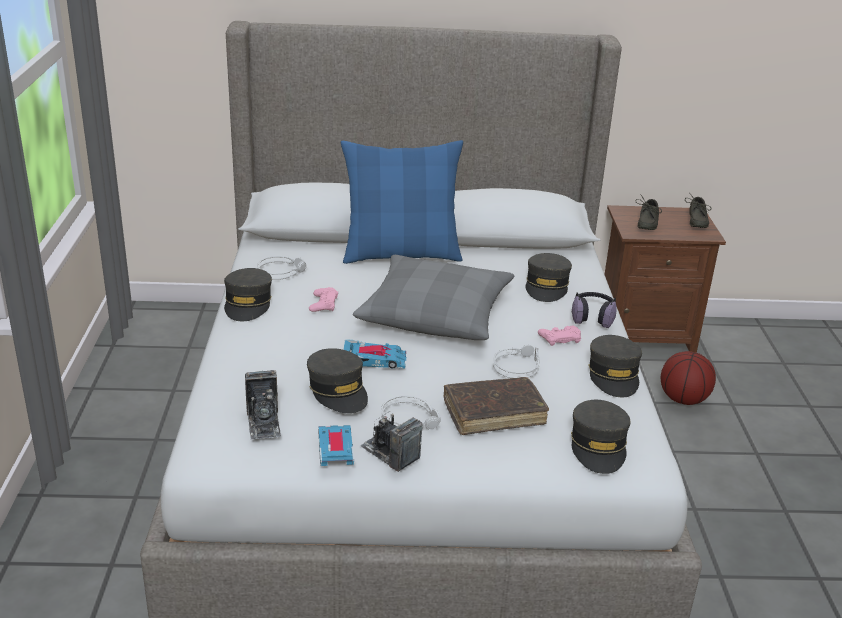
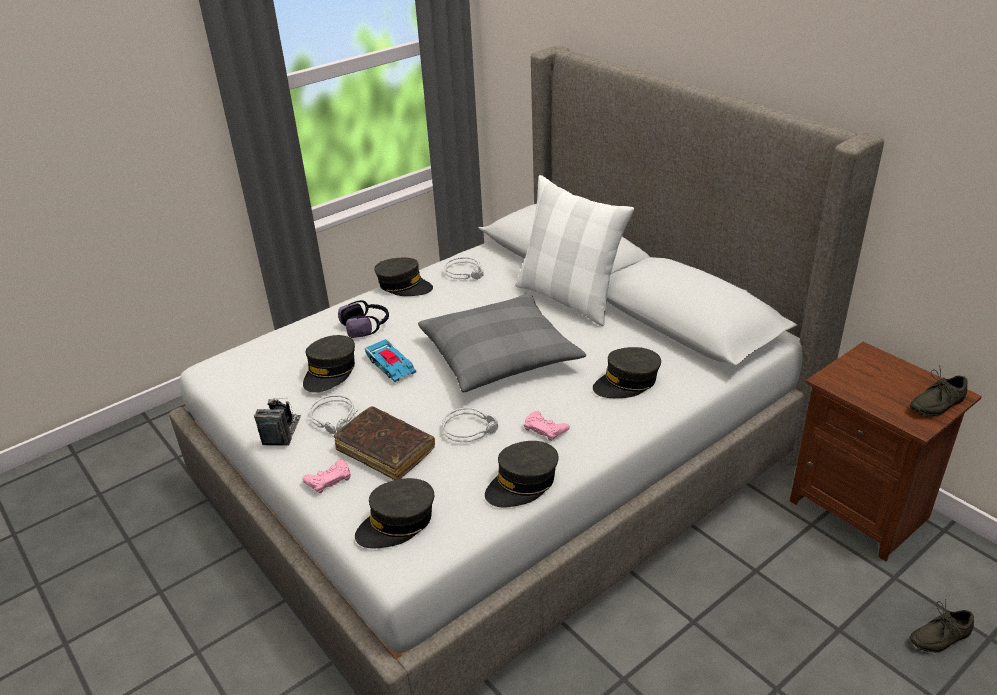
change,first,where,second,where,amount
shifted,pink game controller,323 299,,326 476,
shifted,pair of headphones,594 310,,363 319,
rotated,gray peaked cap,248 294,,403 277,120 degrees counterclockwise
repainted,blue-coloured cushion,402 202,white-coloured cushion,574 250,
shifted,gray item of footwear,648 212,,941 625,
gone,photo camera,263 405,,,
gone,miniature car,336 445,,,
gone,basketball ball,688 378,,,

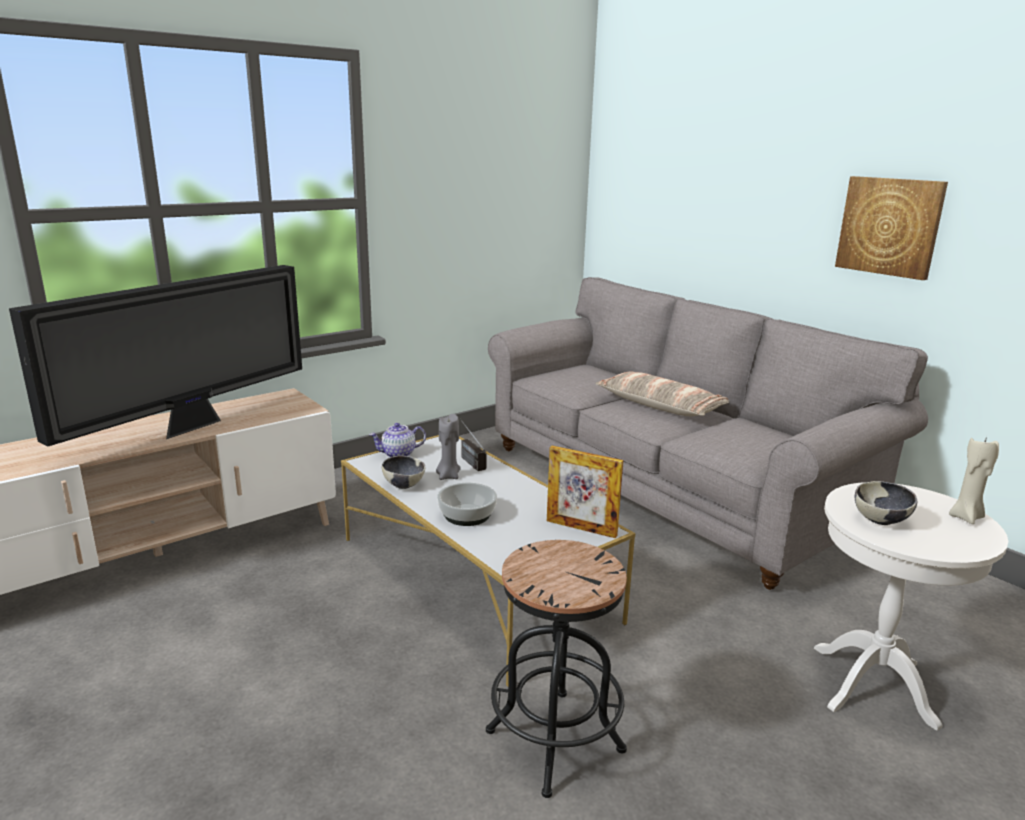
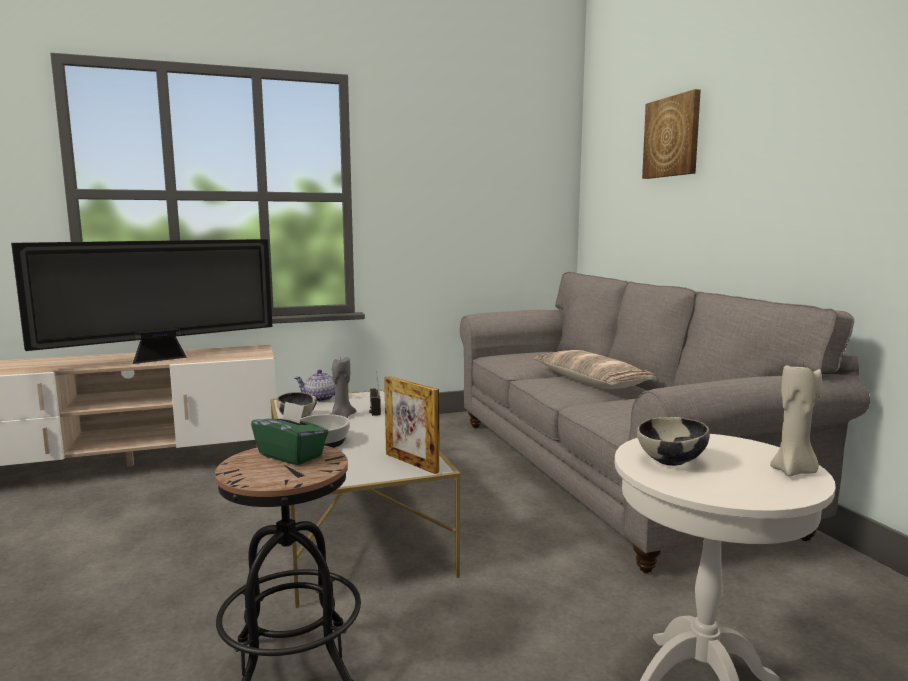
change,first,where,second,where,amount
new,,,green tissue holder,290 433,
shifted,wall art,891 228,,671 134,

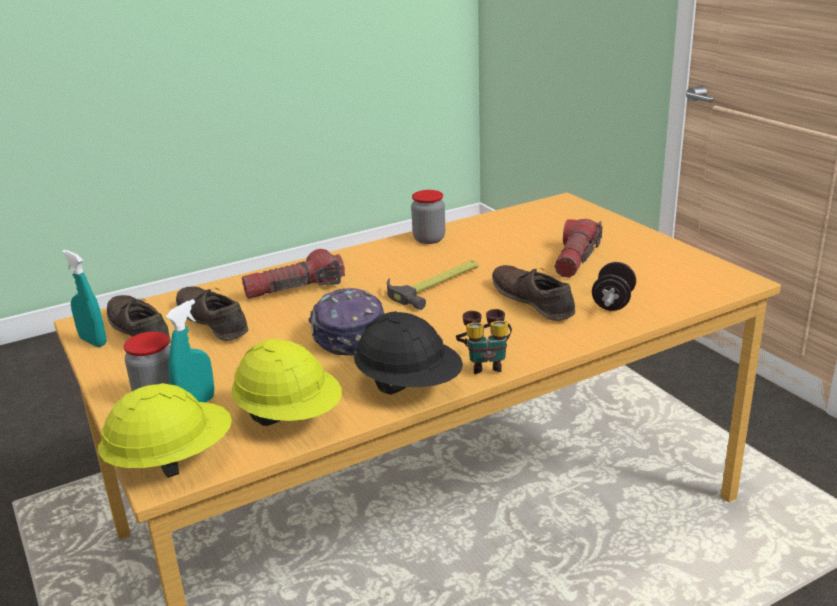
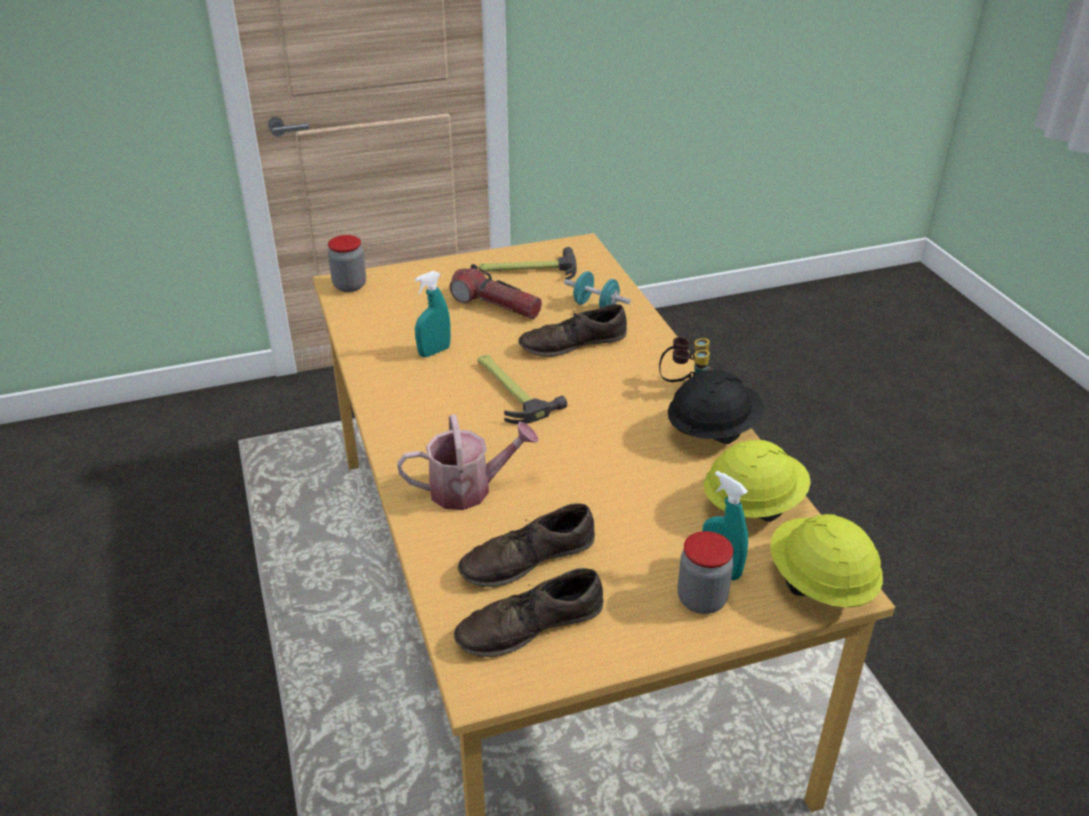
change,first,where,second,where,amount
shifted,storage jar,428 217,,347 263,
swapped,torch,293 274,watering can,468 462,
shifted,blue-green hand sprayer,84 298,,433 314,
new,,,tool hammer,528 263,
repainted,blackish dumbbell,614 286,blue-green dumbbell,597 289,
gone,peaked cap,346 321,,,

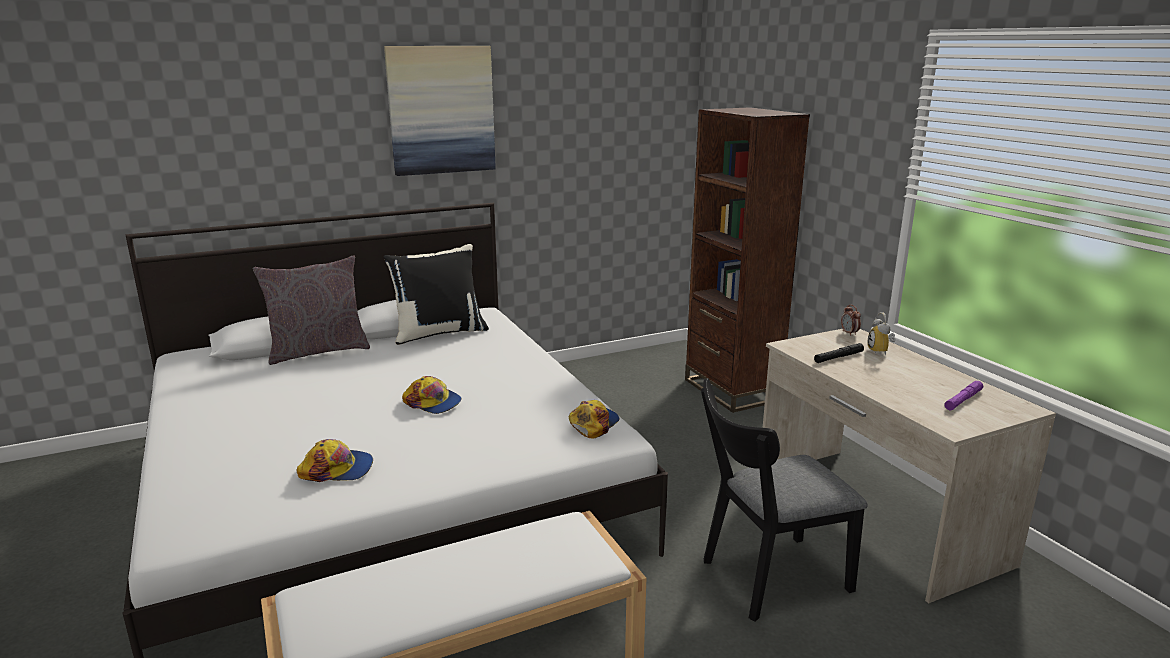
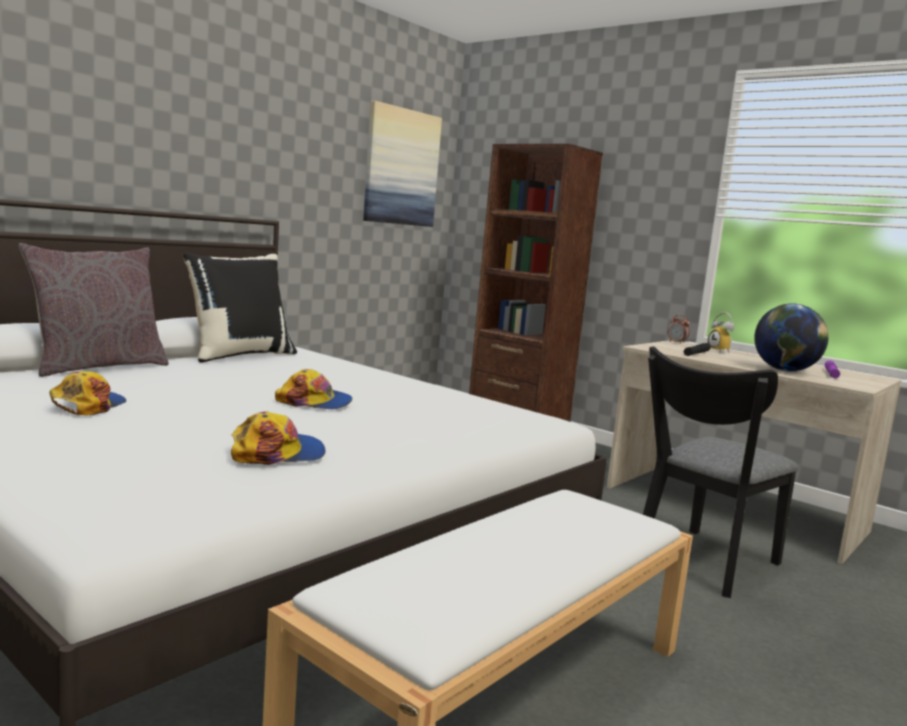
change,first,where,second,where,amount
shifted,peaked cap,594 419,,87 393,
shifted,wall art,440 111,,402 164,
new,,,desk globe,791 338,

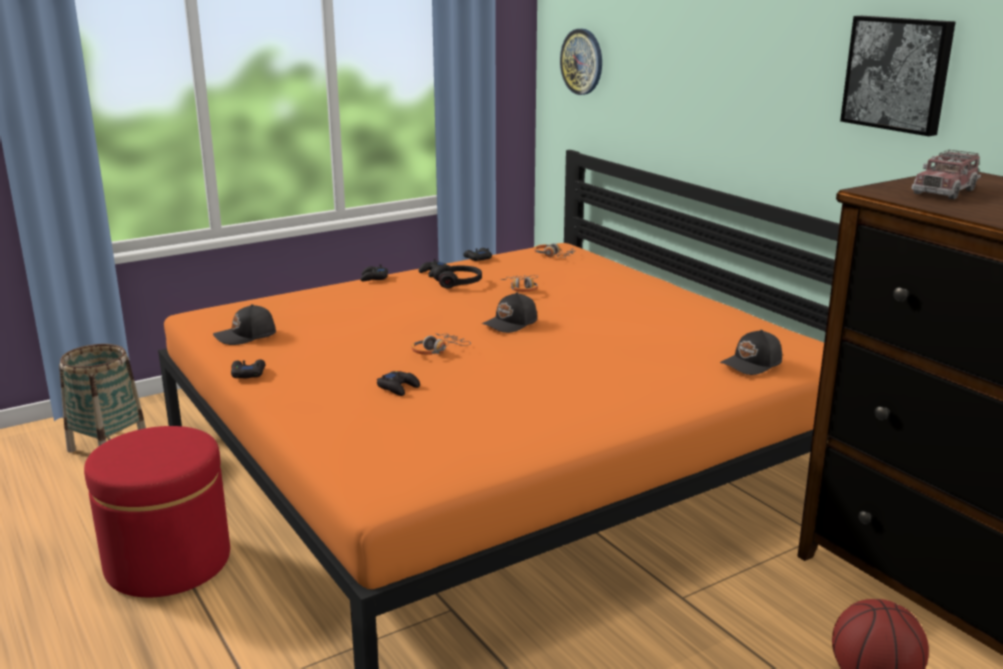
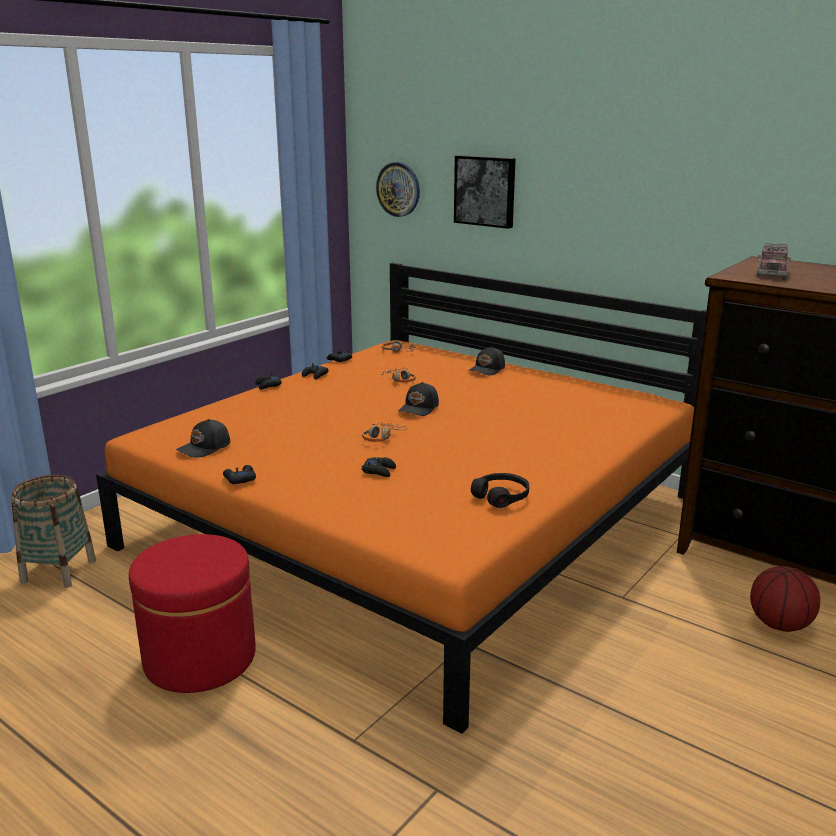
change,first,where,second,where,amount
shifted,wall art,897 76,,485 192,
shifted,blackish peaked cap,751 352,,487 360,
shifted,blackish pair of headphones,457 276,,500 490,

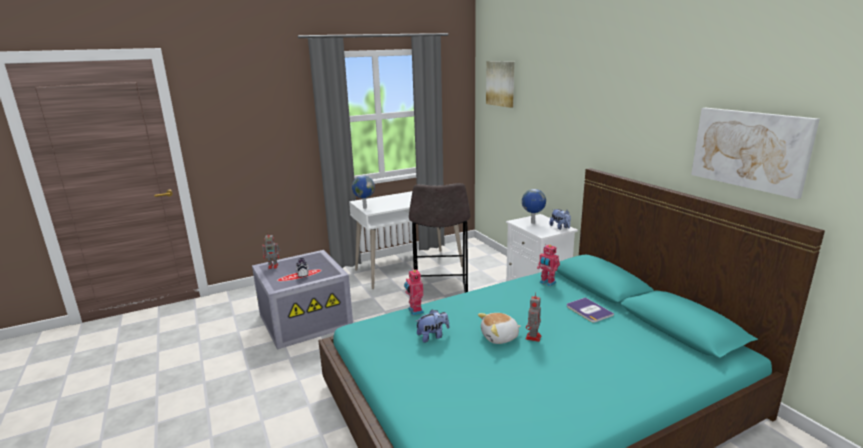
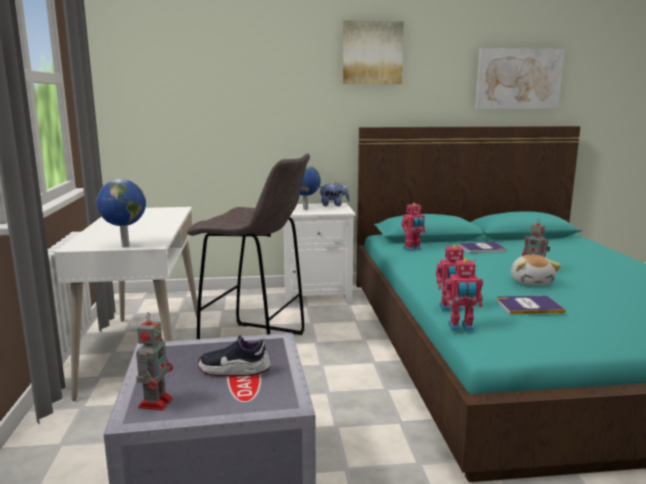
change,first,where,second,where,amount
shifted,wall art,500 84,,373 52,
new,,,robot figure,463 295,
swapped,cuddly toy,432 326,bound book,531 305,

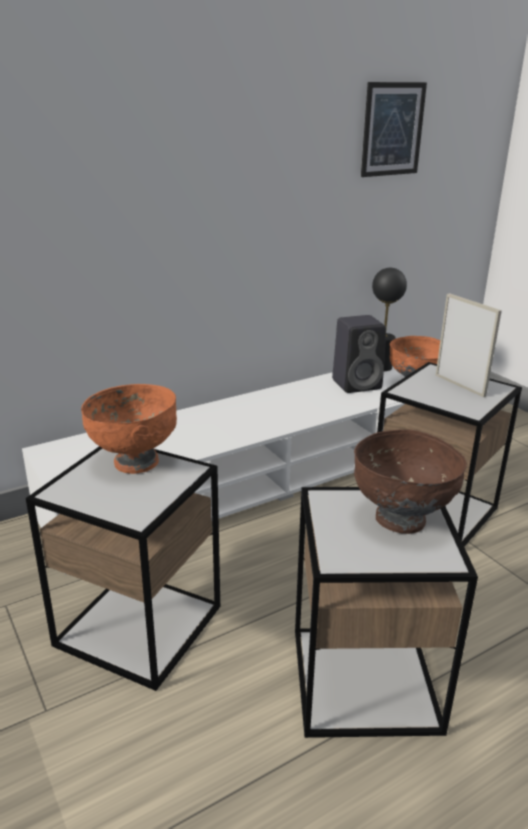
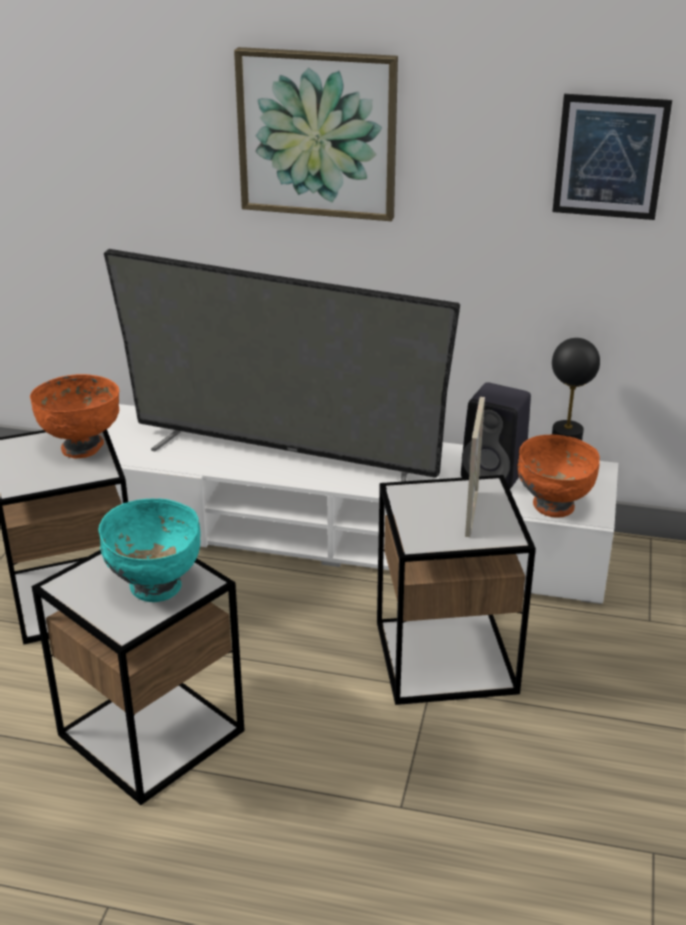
change,first,where,second,where,amount
repainted,brown deep dish,410 481,blue-green deep dish,149 550,
new,,,TV,282 365,
new,,,wall art,316 134,

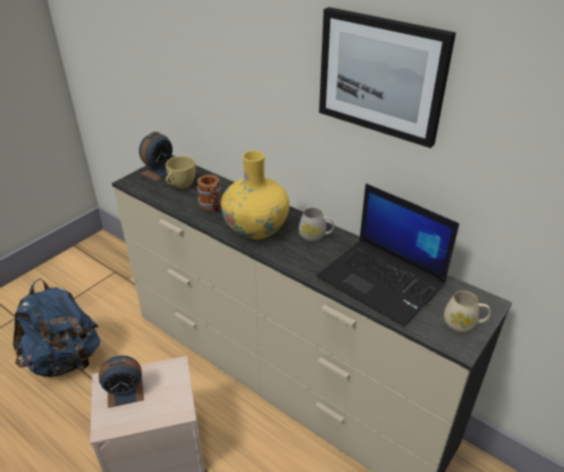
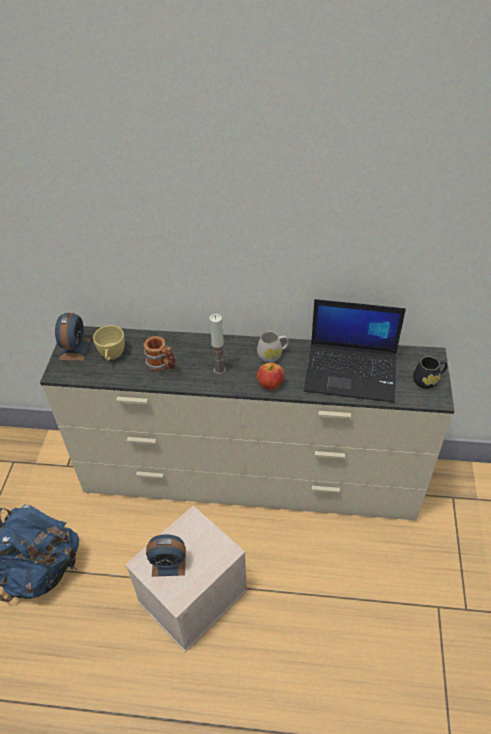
change,first,where,second,where,amount
rotated,table clock,121 382,,166 555,45 degrees clockwise
swapped,yellowish decorative vase,255 195,wax light,217 344,
new,,,apple,271 376,
repainted,beige-coloured mug,467 311,blackish mug,430 373,
gone,wall art,387 77,,,

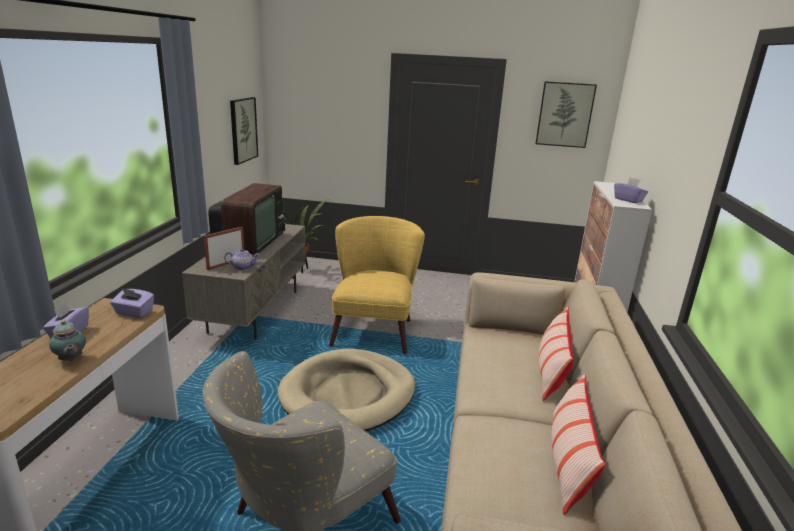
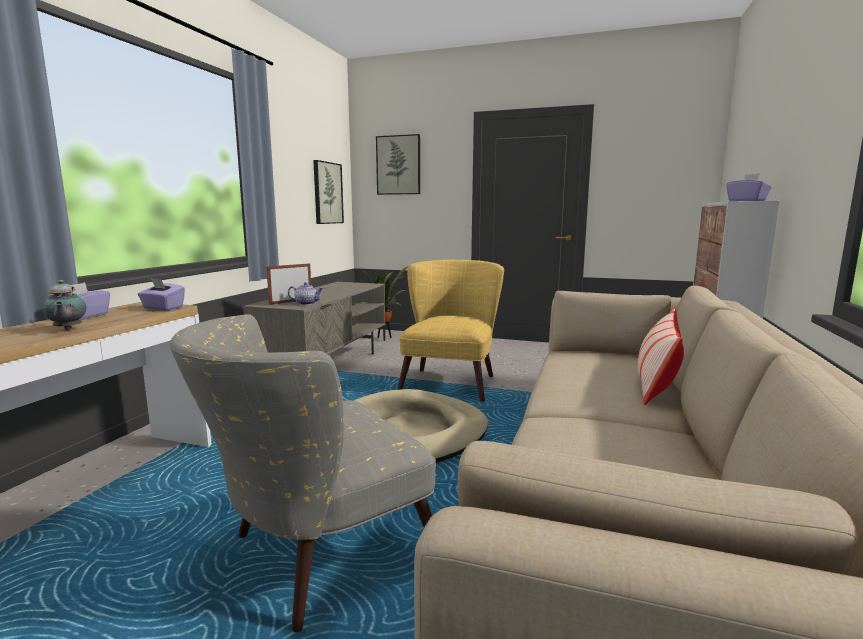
change,first,where,second,where,amount
shifted,wall art,566 114,,398 164,
gone,TV,247 218,,,
gone,cushion,578 444,,,

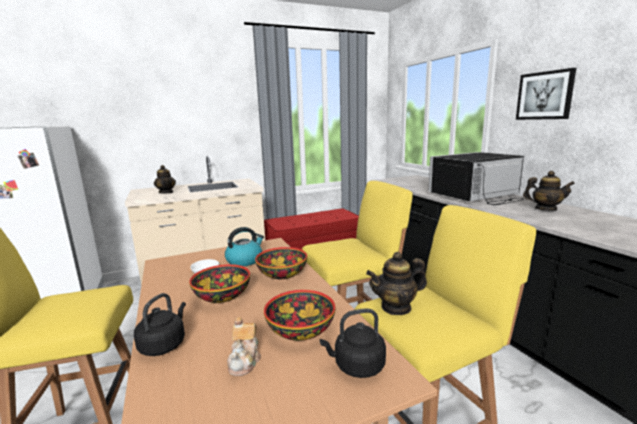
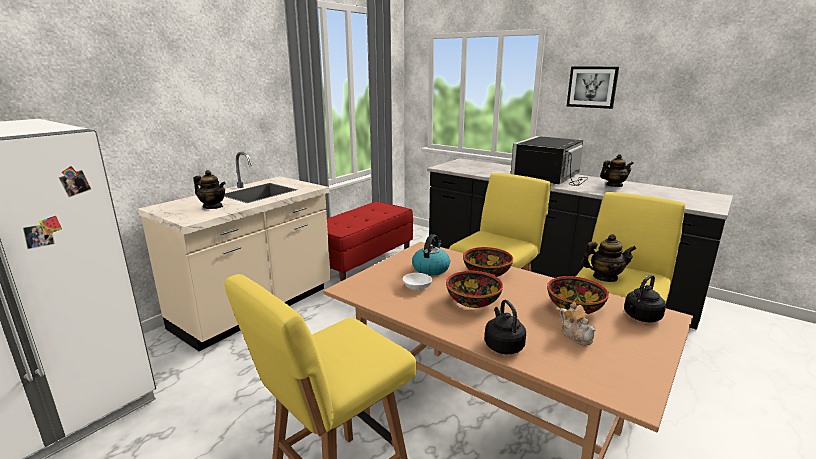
change,first,where,second,where,amount
rotated,teapot,396 283,,608 258,135 degrees counterclockwise

